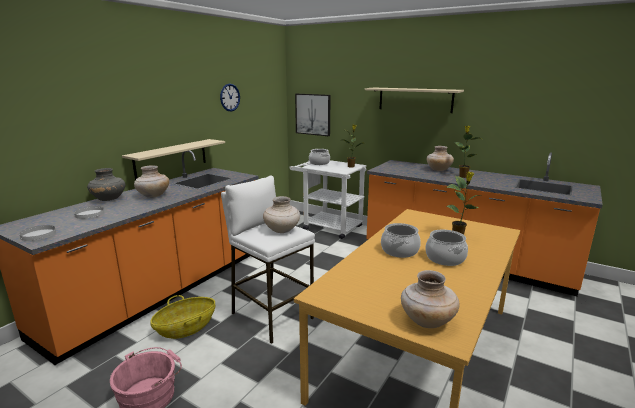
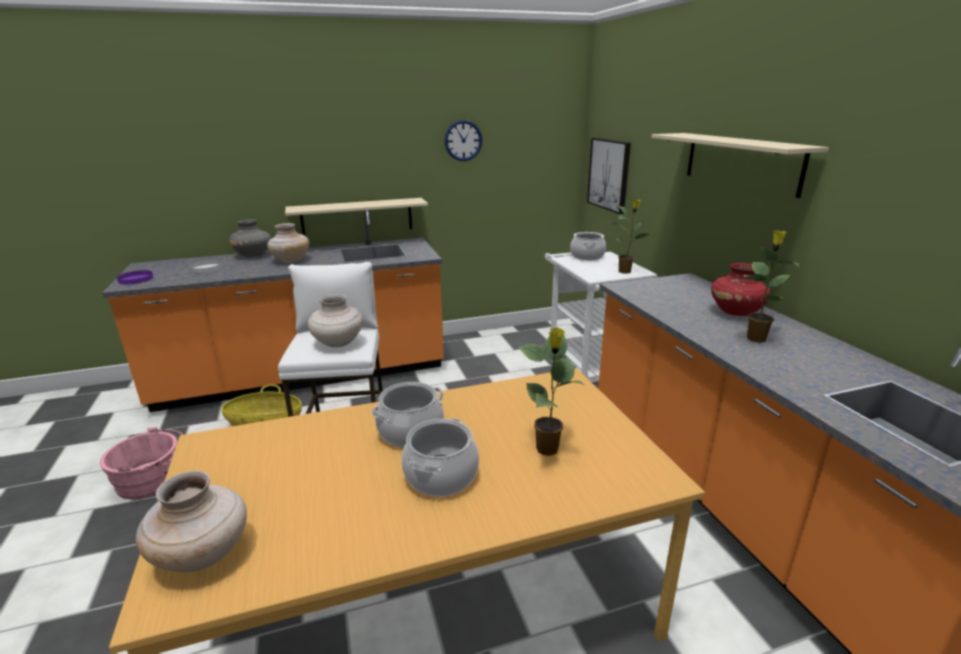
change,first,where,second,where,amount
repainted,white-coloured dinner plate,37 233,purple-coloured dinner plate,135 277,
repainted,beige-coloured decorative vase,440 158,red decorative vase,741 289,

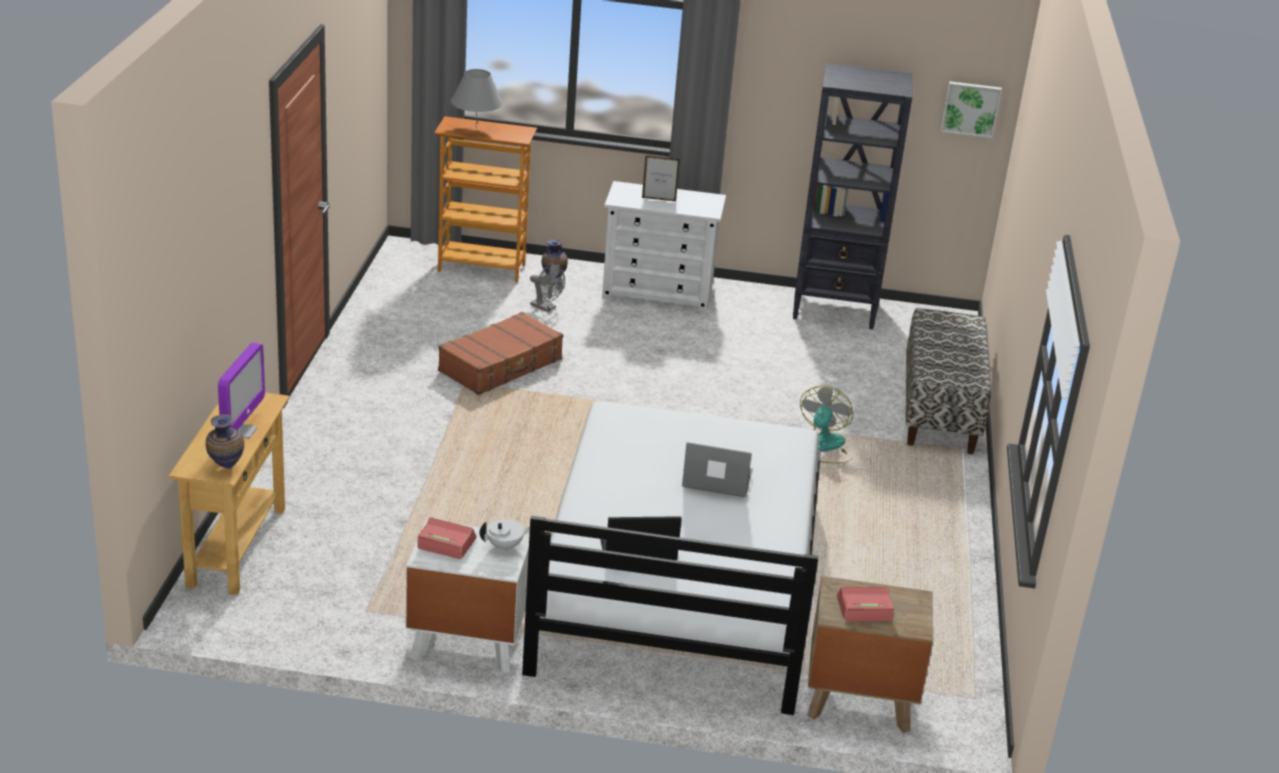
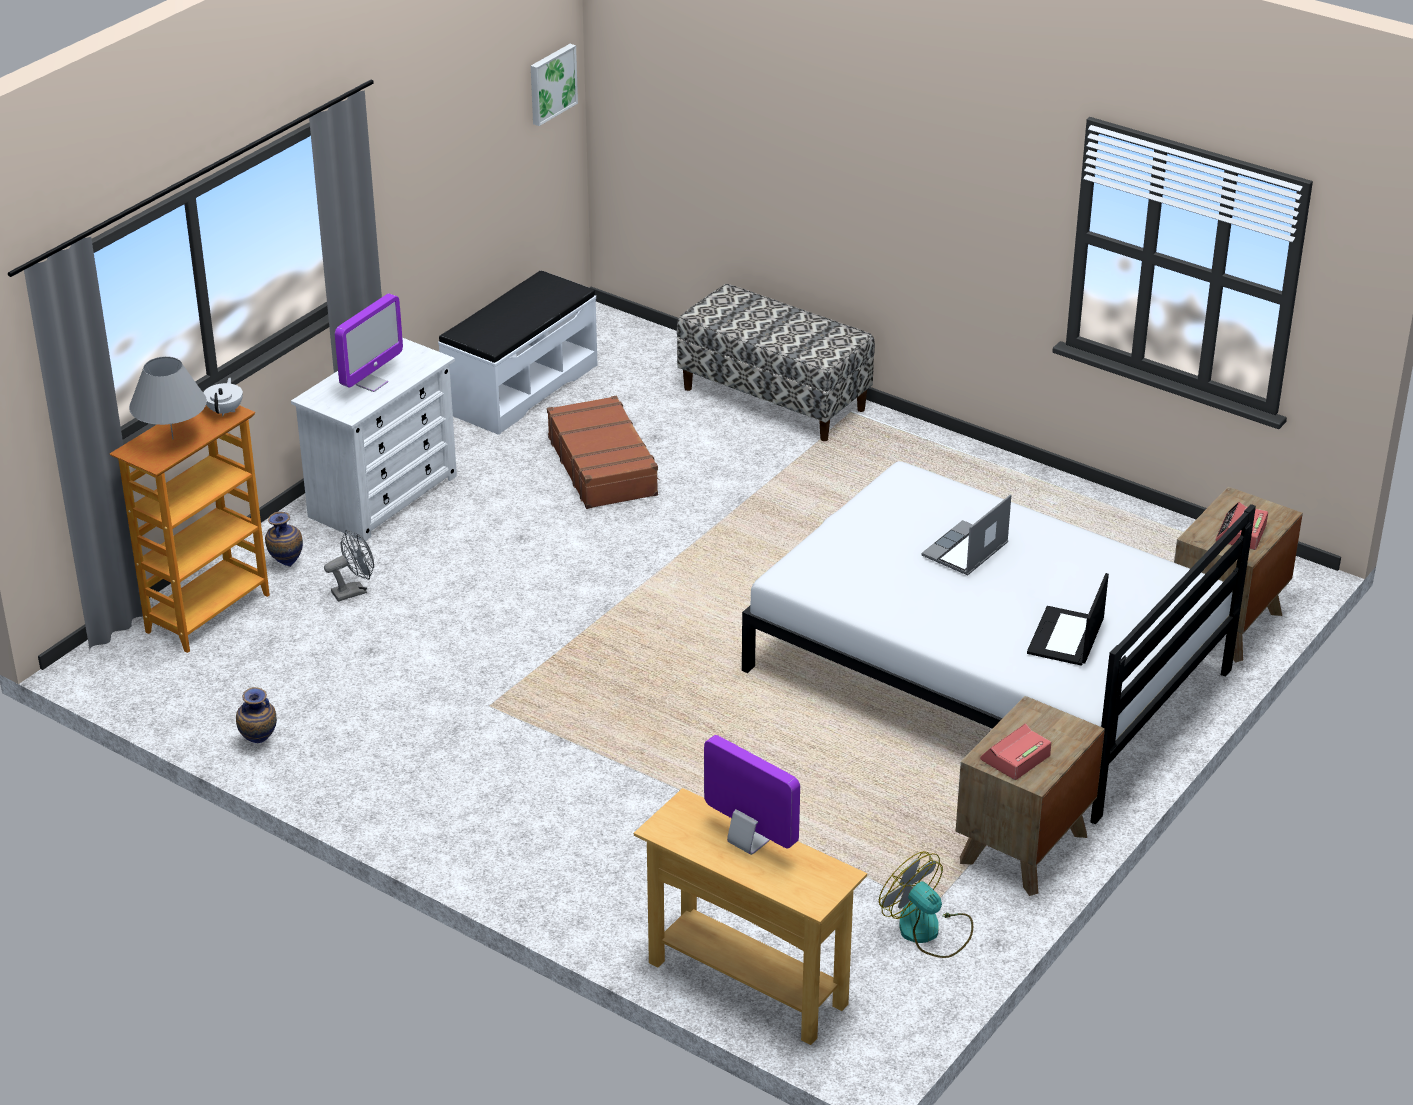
change,first,where,second,where,amount
shifted,white-coloured teapot,505 535,,223 397,
shifted,decorative vase,225 441,,256 715,
swapped,photo frame,661 178,computer screen,369 343,
swapped,blackish bookshelf,852 196,white-coloured bench,517 353,
shifted,brown suitcase,500 353,,603 452,
shifted,cooling fan,826 424,,926 904,
repainted,white-coloured night table,467 597,brown night table,1030 796,

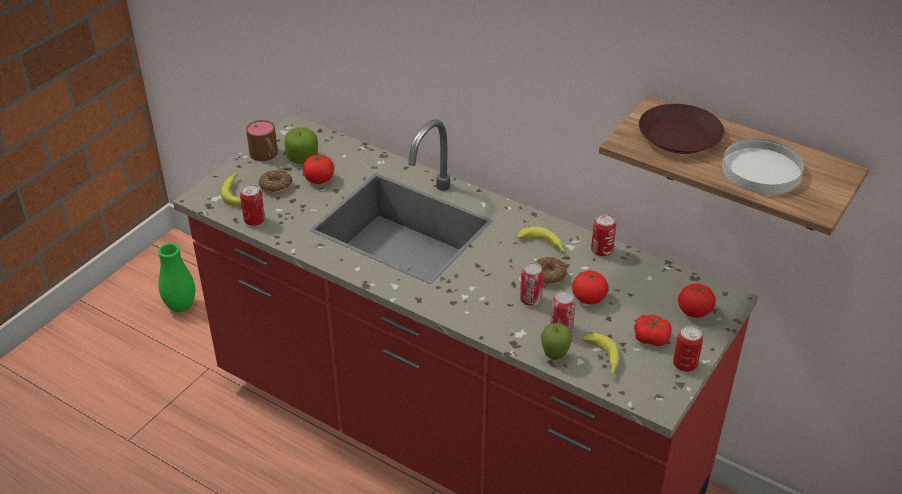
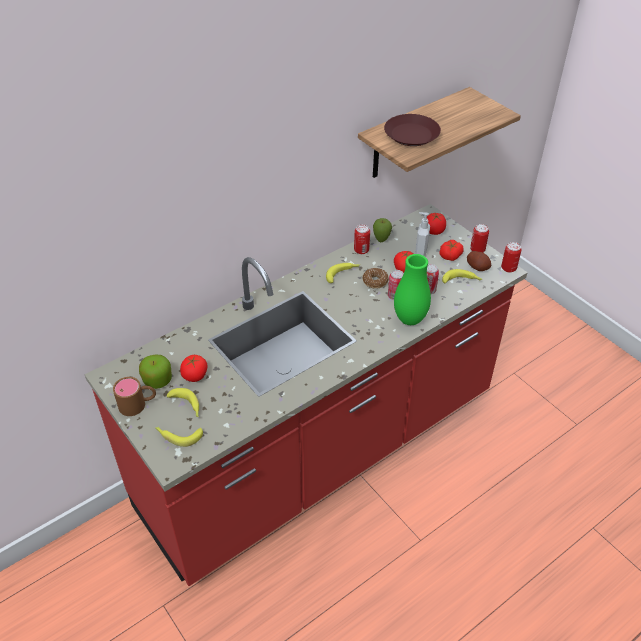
change,first,where,second,where,amount
swapped,donut,276 182,banana fruit,183 402,
shifted,apple,556 341,,382 230,
shifted,green decorative vase,176 277,,412 289,
new,,,soap bottle,422 234,
new,,,spud,479 261,
shifted,sealed can,252 205,,511 257,
gone,white-coloured dinner plate,763 166,,,

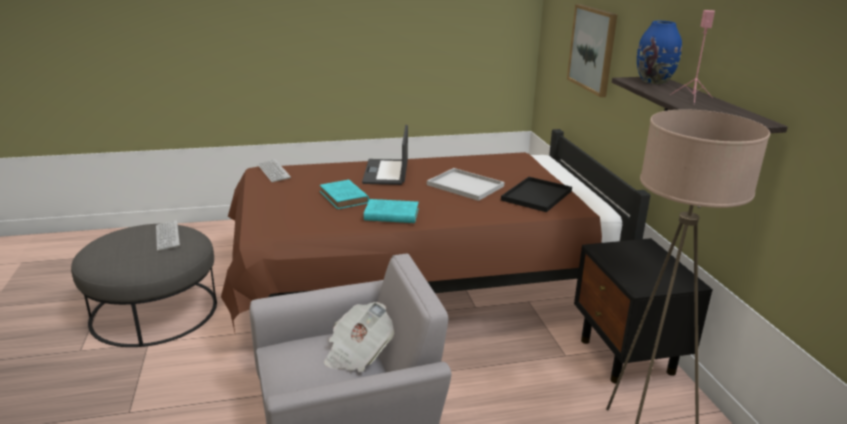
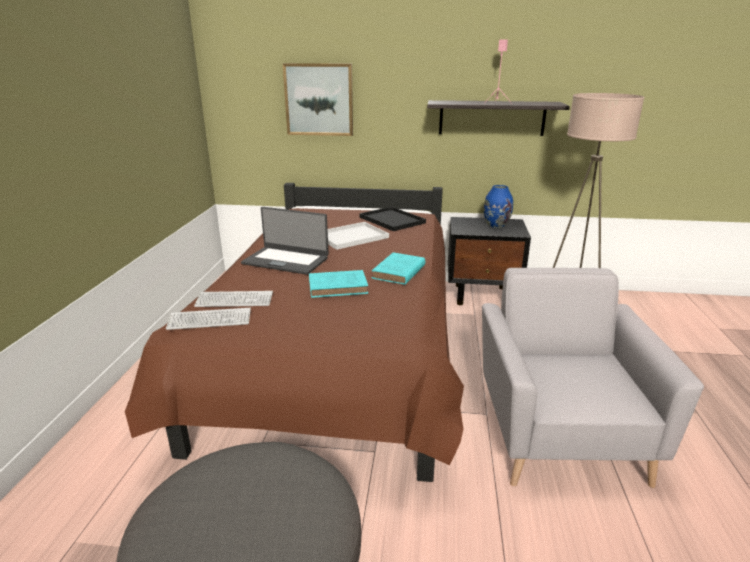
change,first,where,second,where,amount
shifted,PC keyboard,168 235,,233 299,
shifted,blue-coloured decorative vase,659 52,,498 206,
gone,newspaper,359 337,,,

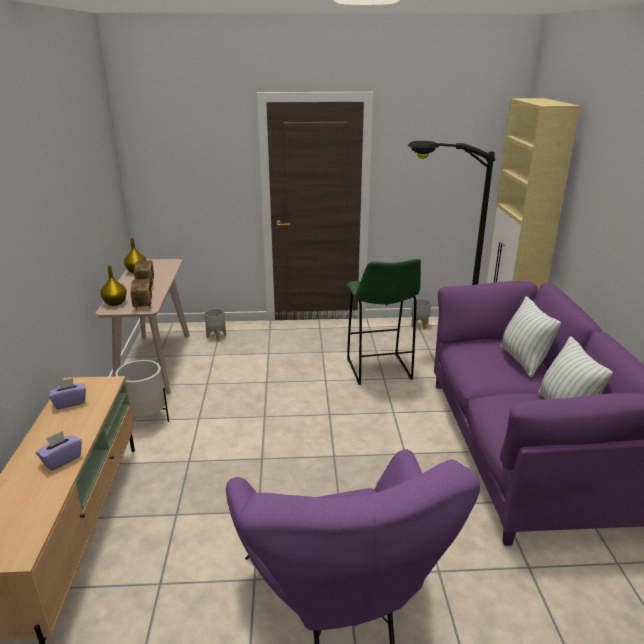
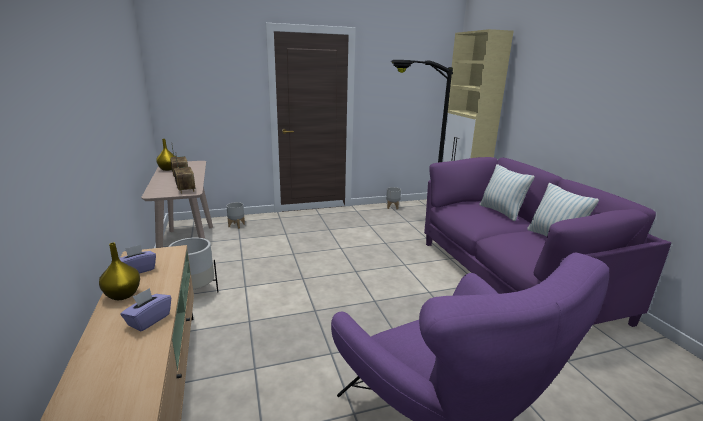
change,first,where,second,where,amount
shifted,yellowish decorative vase,114 285,,119 271,
gone,green stool,383 322,,,

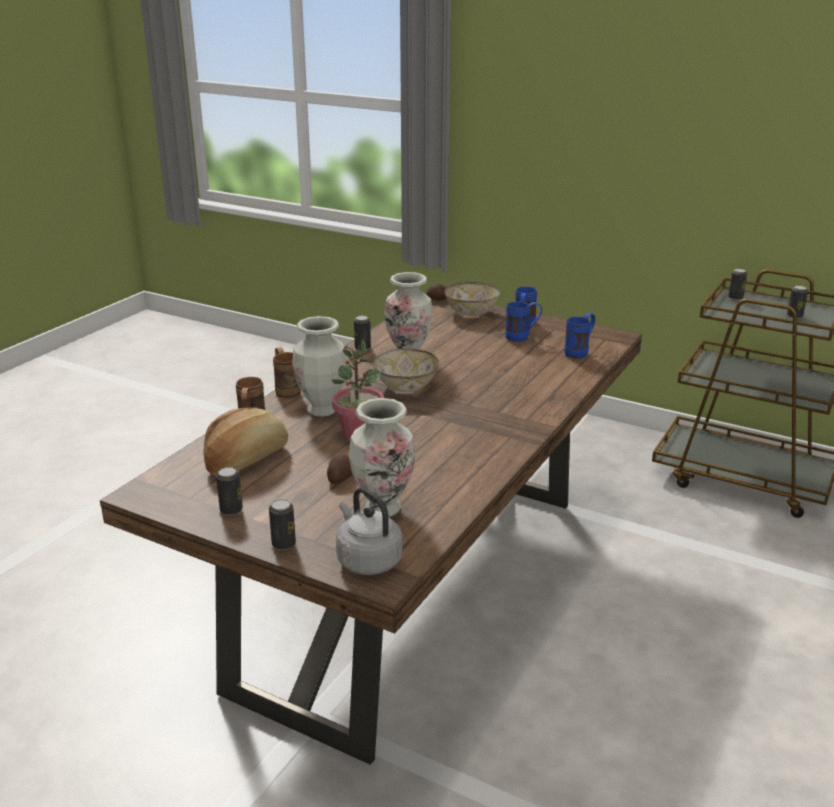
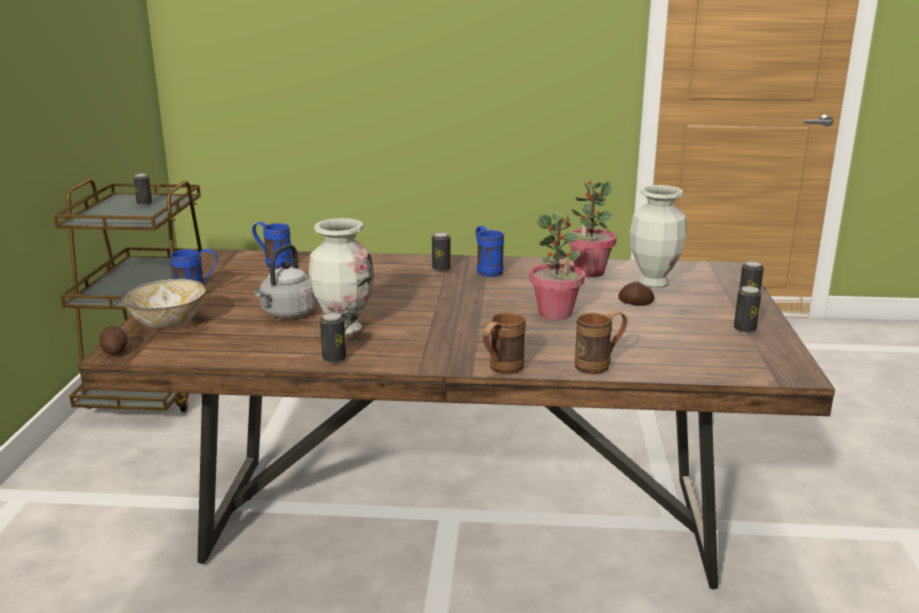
change,first,where,second,where,amount
shifted,gray tea kettle,369 531,,286 281,
shifted,sealed can,737 284,,441 251,
shifted,blue-coloured mug,523 321,,490 251,
new,,,potted plant,592 229,
gone,baked bread,245 441,,,
gone,decorative vase,319 366,,,
gone,deep dish,405 370,,,

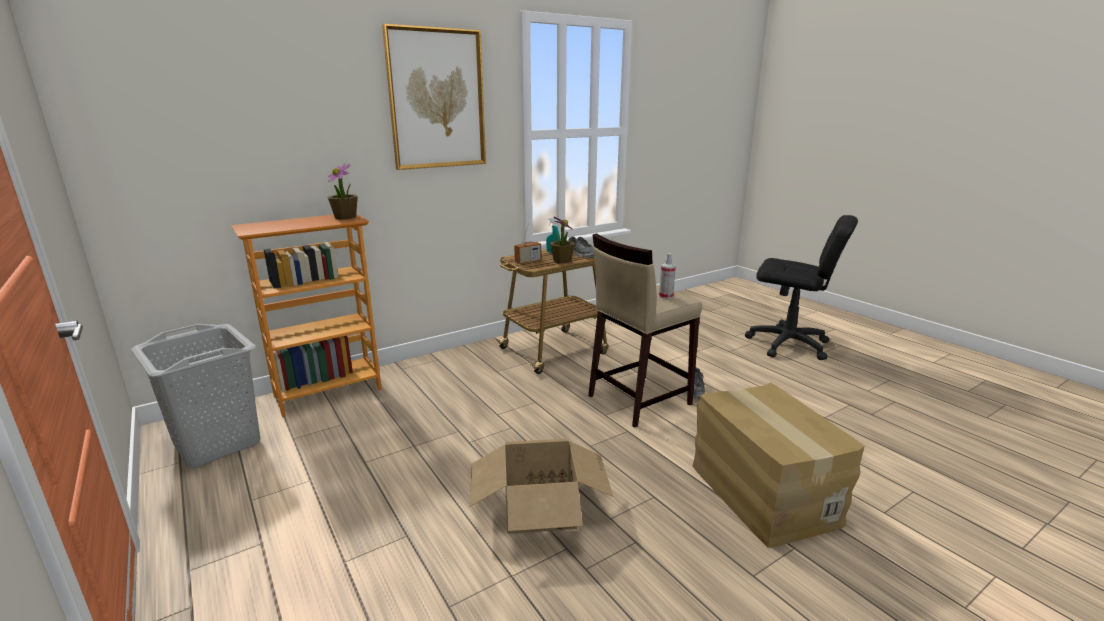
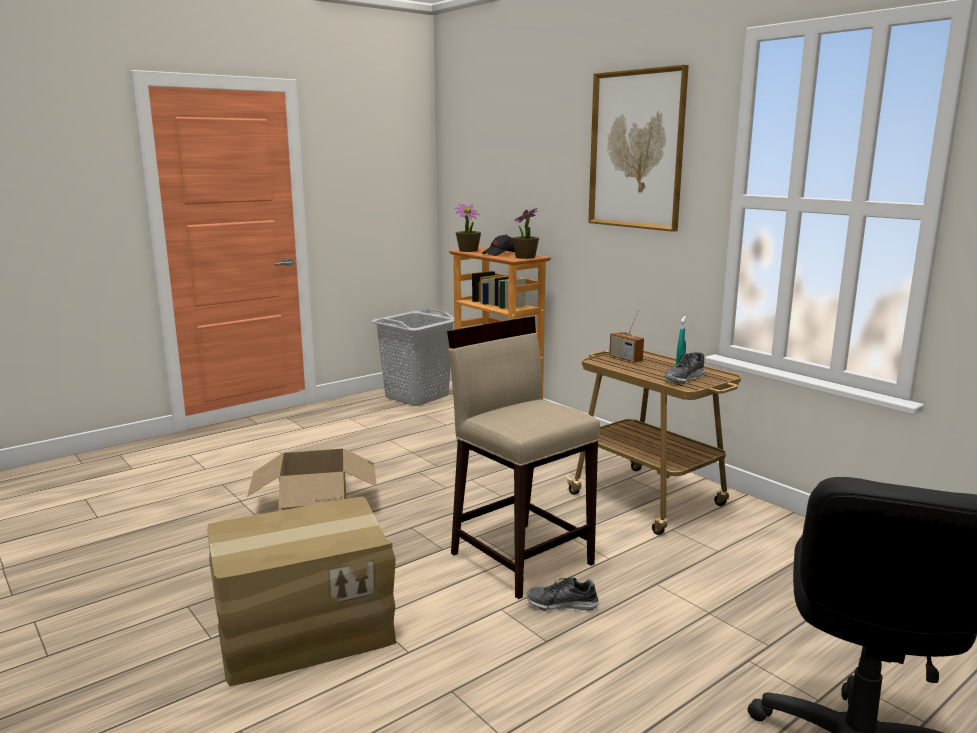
change,first,where,second,where,amount
shifted,potted plant,562 240,,468 228,
new,,,blackish peaked cap,498 245,
gone,hand sprayer,667 276,,,

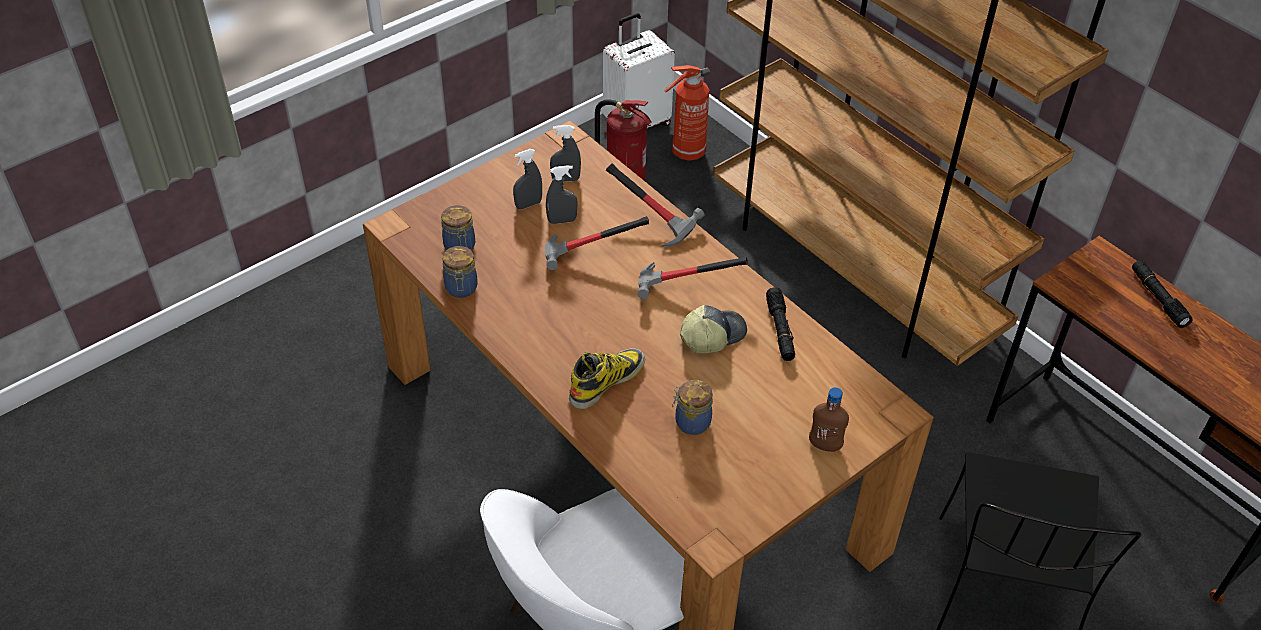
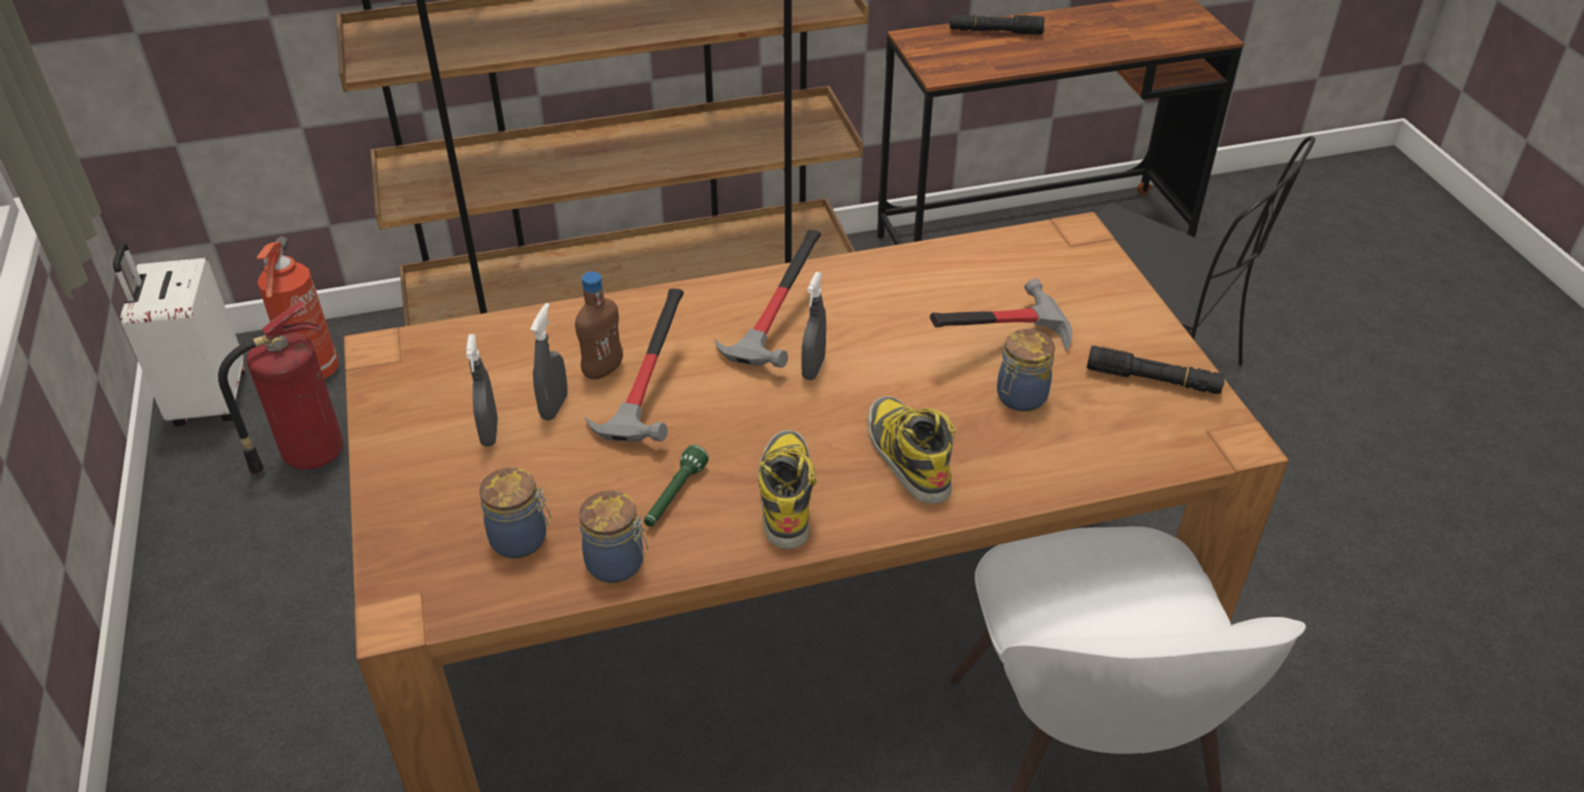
change,first,where,second,where,amount
shifted,brown drink bottle,829 419,,599 325,
new,,,green torch,676 486,
new,,,high-top boot,787 489,
shifted,gray hand sprayer,565 153,,813 326,
shifted,tool hammer,655 205,,1001 314,
shifted,blackish torch,780 324,,1156 370,
gone,peaked cap,713 329,,,

